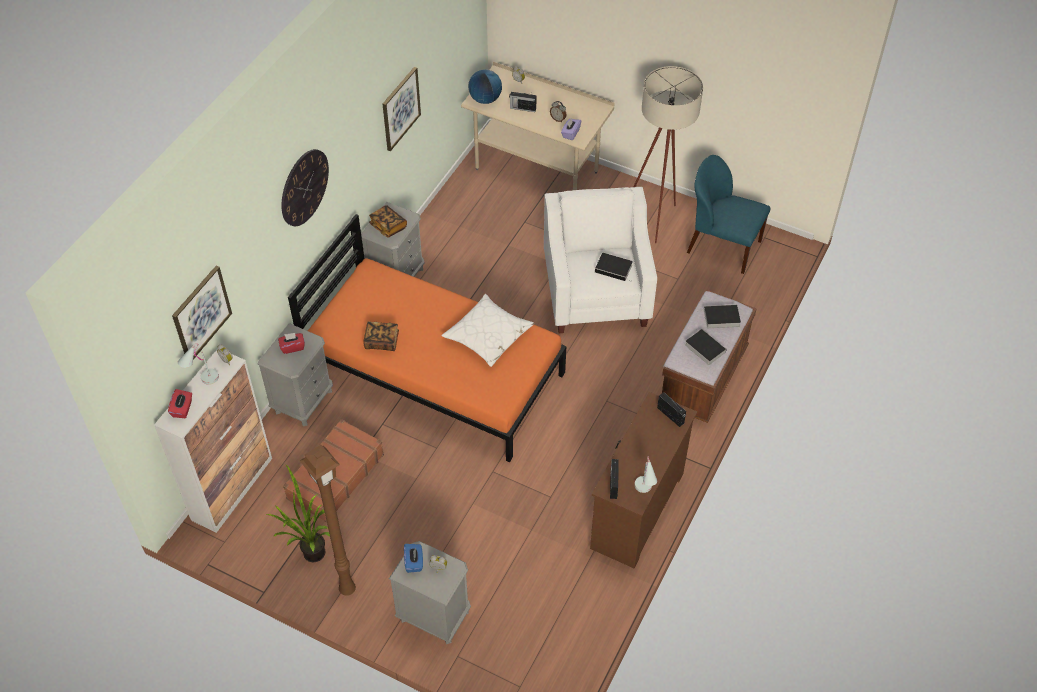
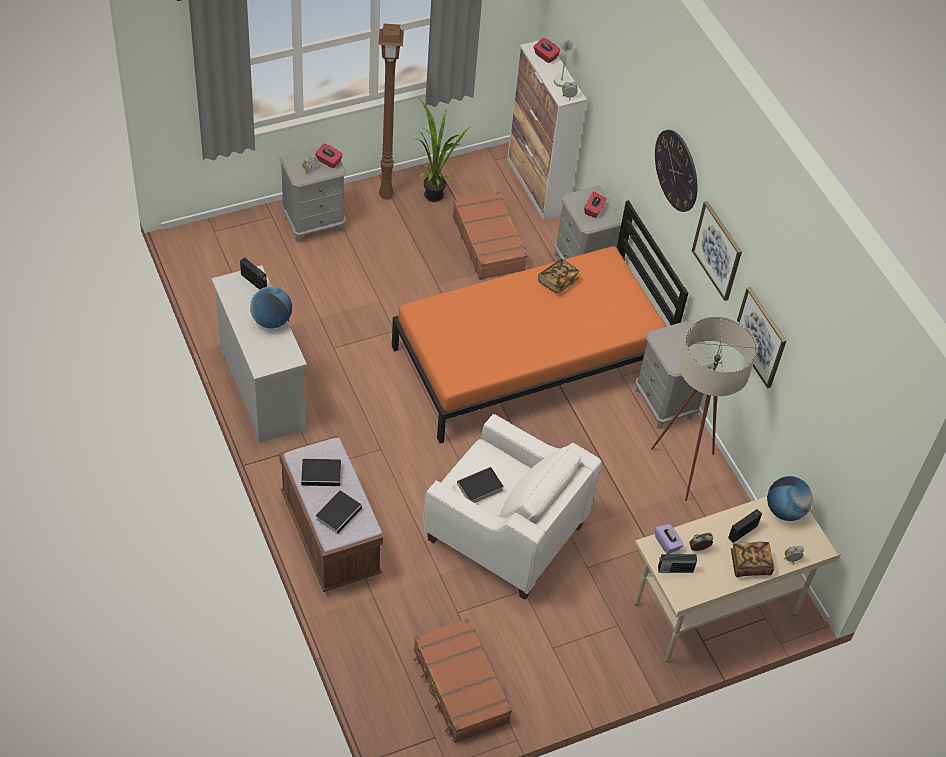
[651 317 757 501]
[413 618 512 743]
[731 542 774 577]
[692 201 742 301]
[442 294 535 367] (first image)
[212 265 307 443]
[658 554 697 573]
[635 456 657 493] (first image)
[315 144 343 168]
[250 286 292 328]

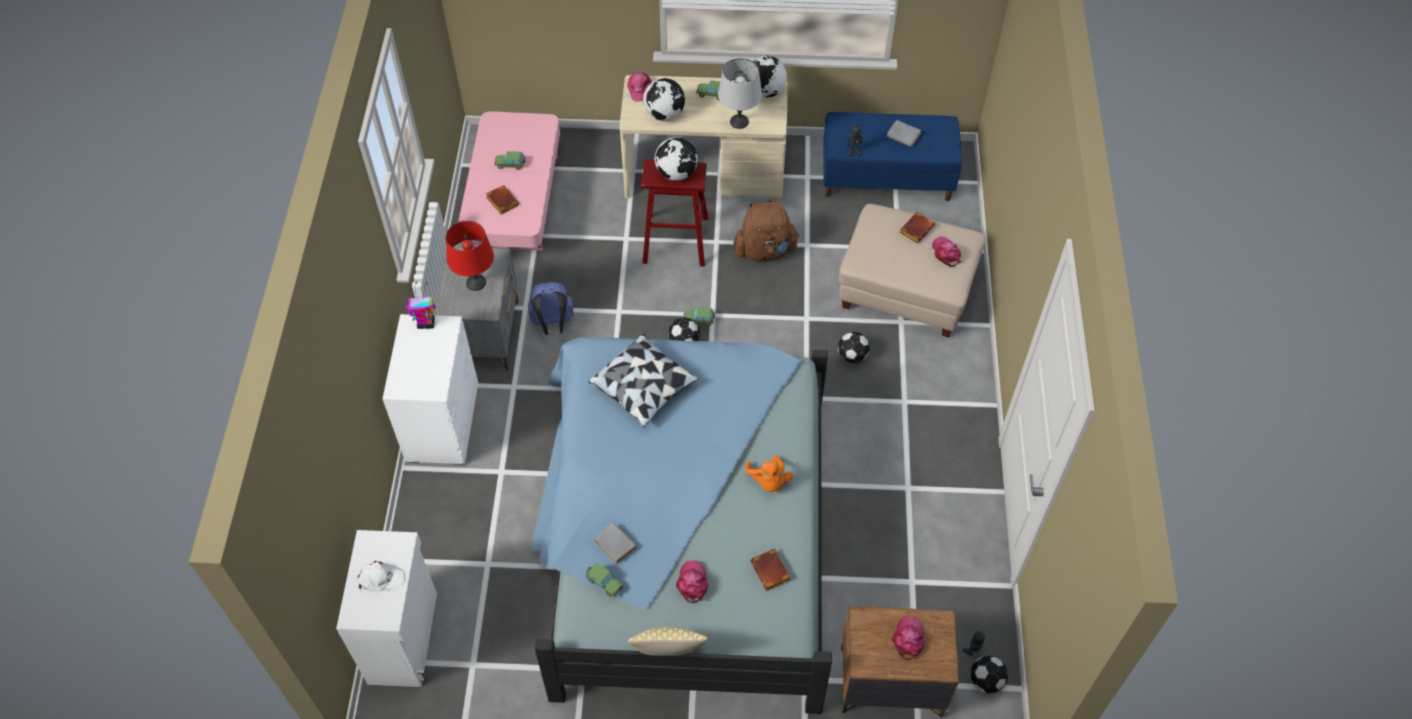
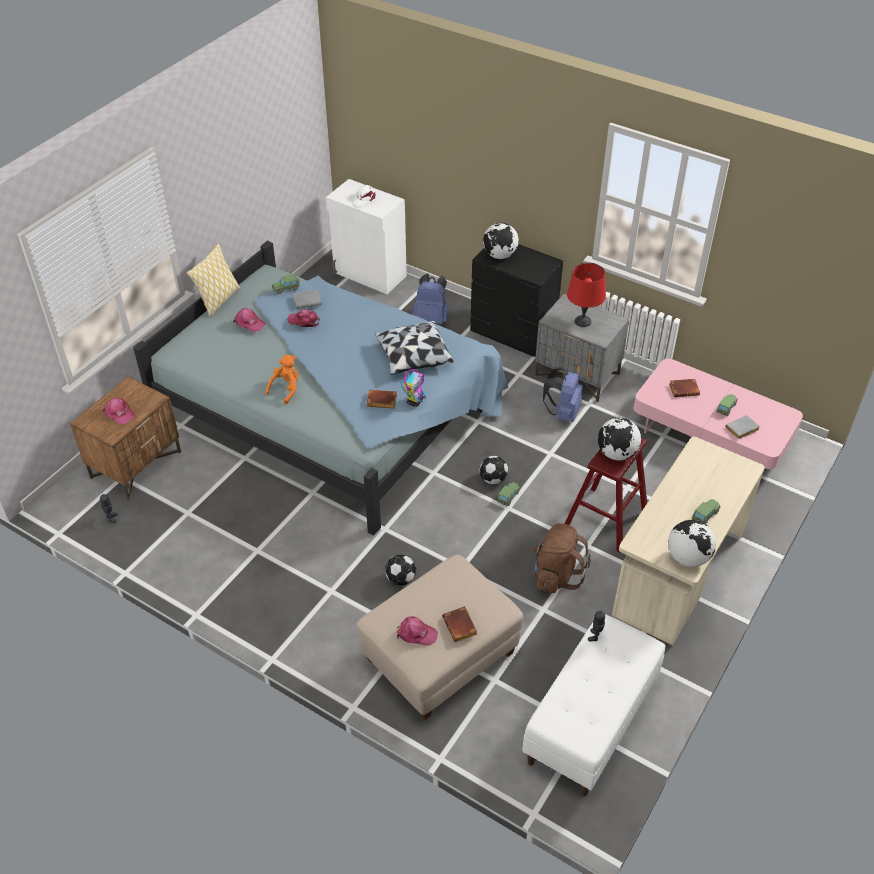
[718 58 762 129] (first image)
[287 309 320 327]
[483 223 519 259]
[522 614 665 796]
[725 415 760 439]
[401 369 429 407]
[470 244 563 357]
[265 355 299 404]
[367 390 397 408]
[970 656 1008 693] (first image)
[413 273 449 324]

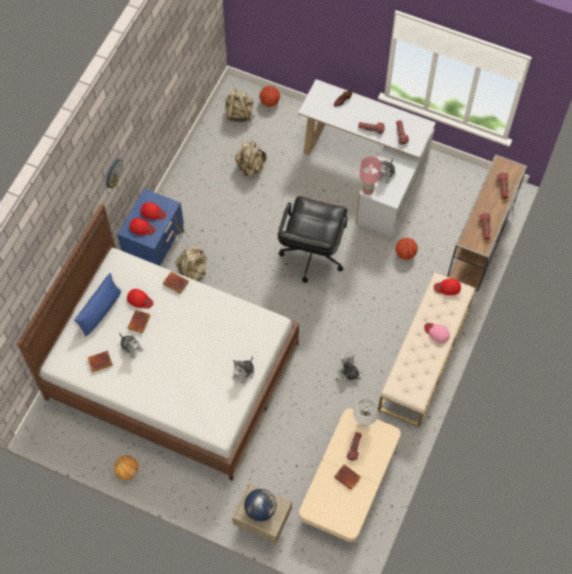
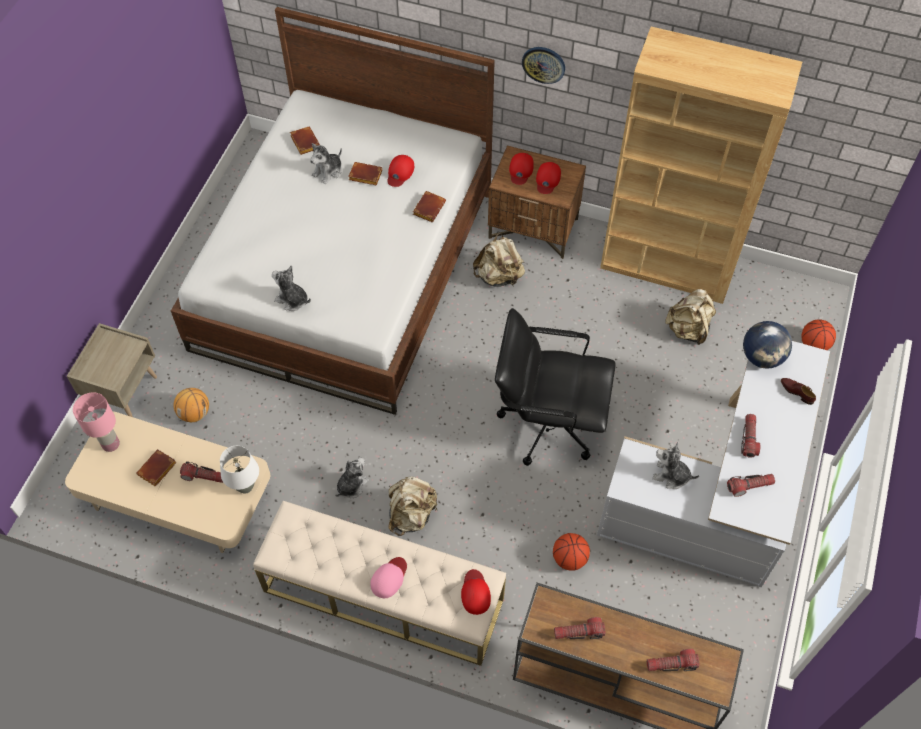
[388 476 437 536]
[73 392 120 452]
[488 145 586 259]
[72 273 122 338] (first image)
[173 388 209 422]
[743 321 792 368]
[600 26 802 304]

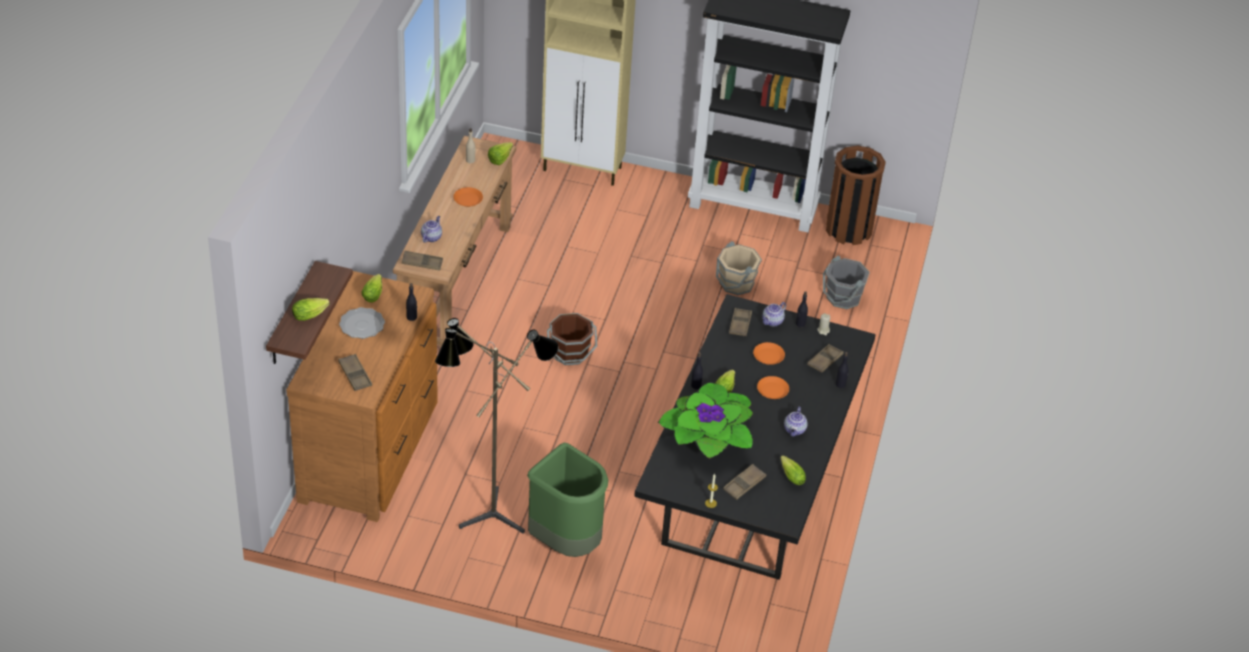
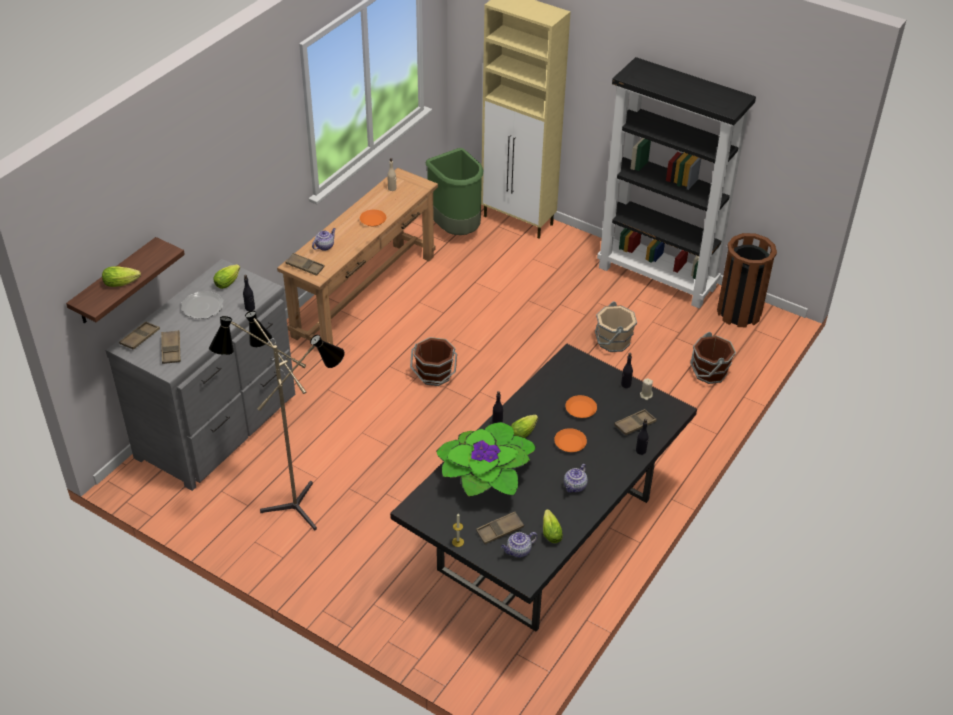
[488 142 513 165] (first image)
[690 332 736 384]
[106 259 295 491]
[501 532 538 557]
[119 322 160 350]
[426 148 484 235]

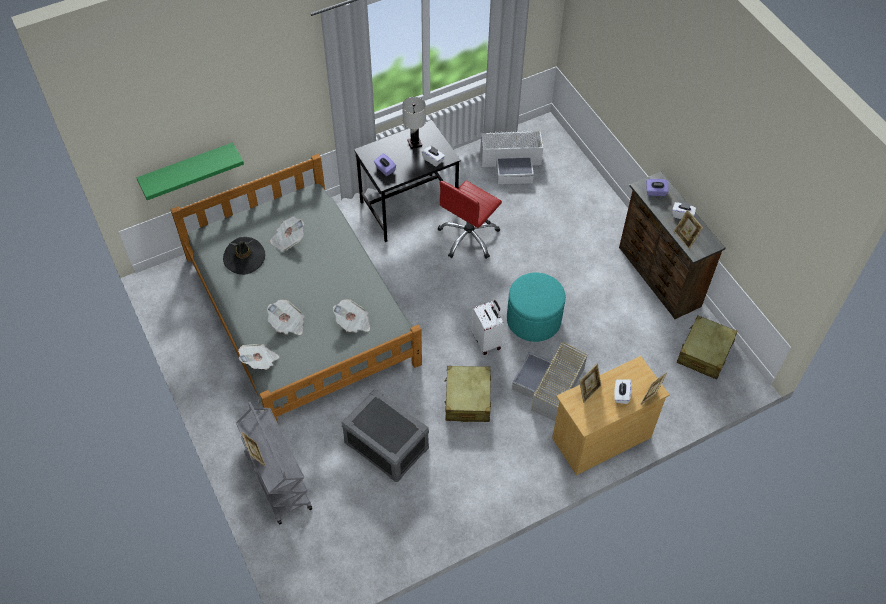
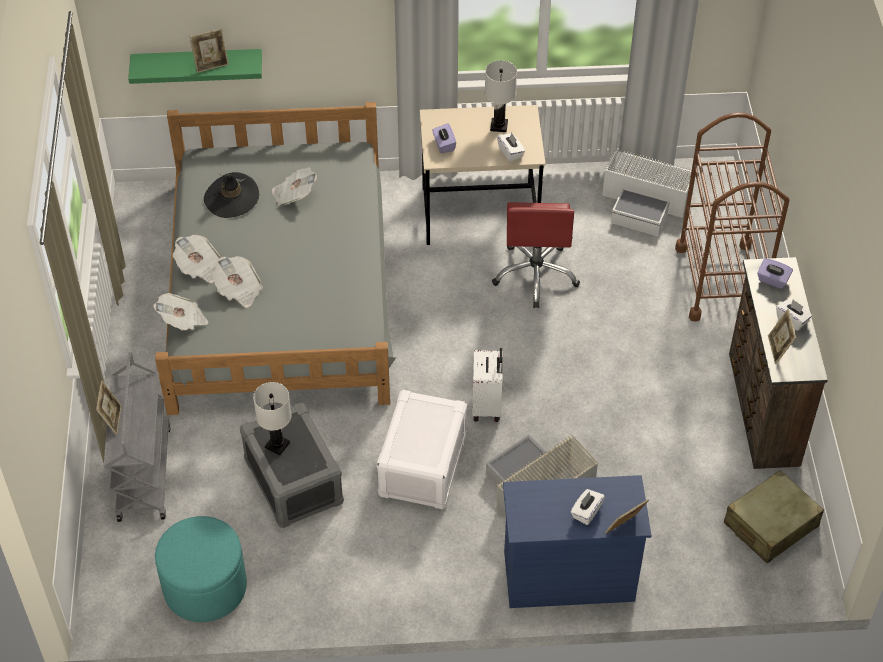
[420 105 546 245]
[492 202 580 308]
[155 516 247 622]
[173 235 220 283]
[503 475 652 608]
[190 29 229 73]
[377 390 467 509]
[675 112 789 322]
[253 382 291 455]

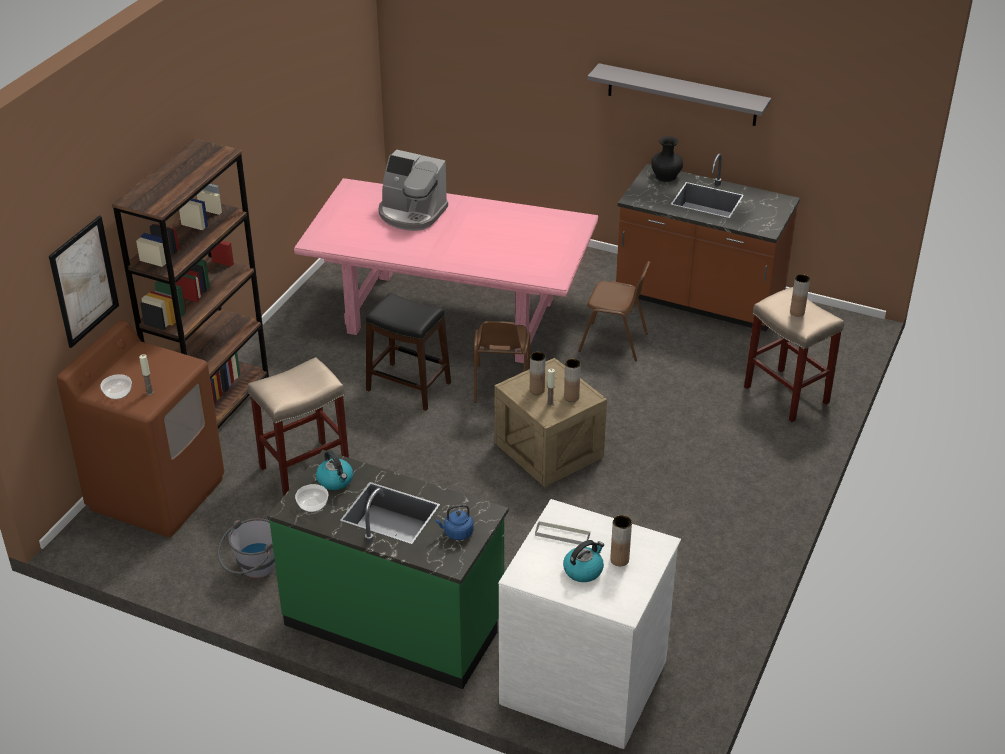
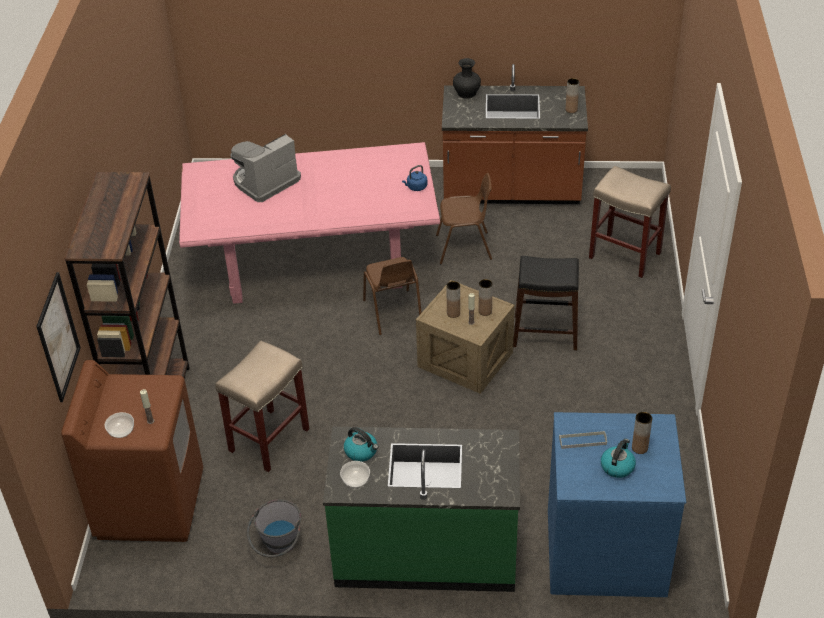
[587 63 771 126] (first image)
[231 134 301 202]
[566 78 579 113]
[513 256 579 350]
[548 412 686 597]
[402 165 428 191]

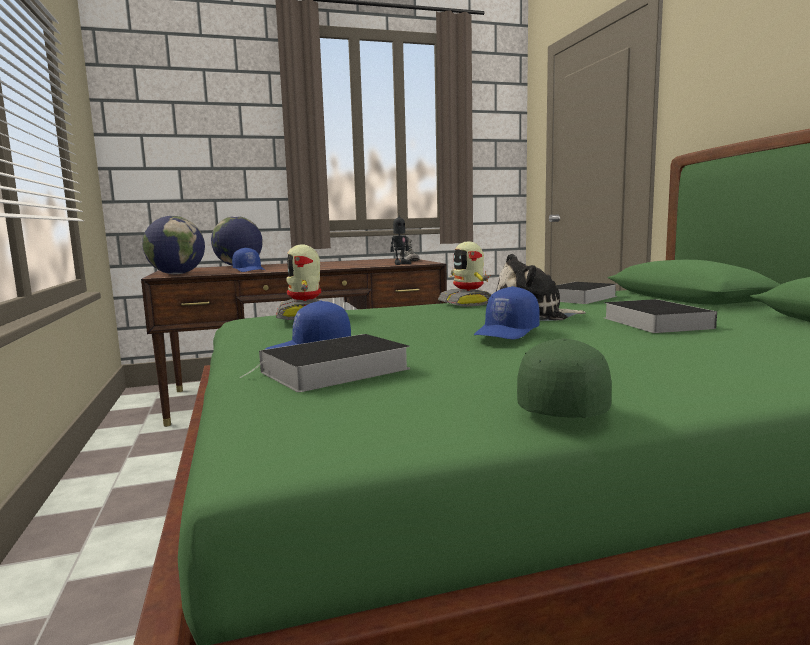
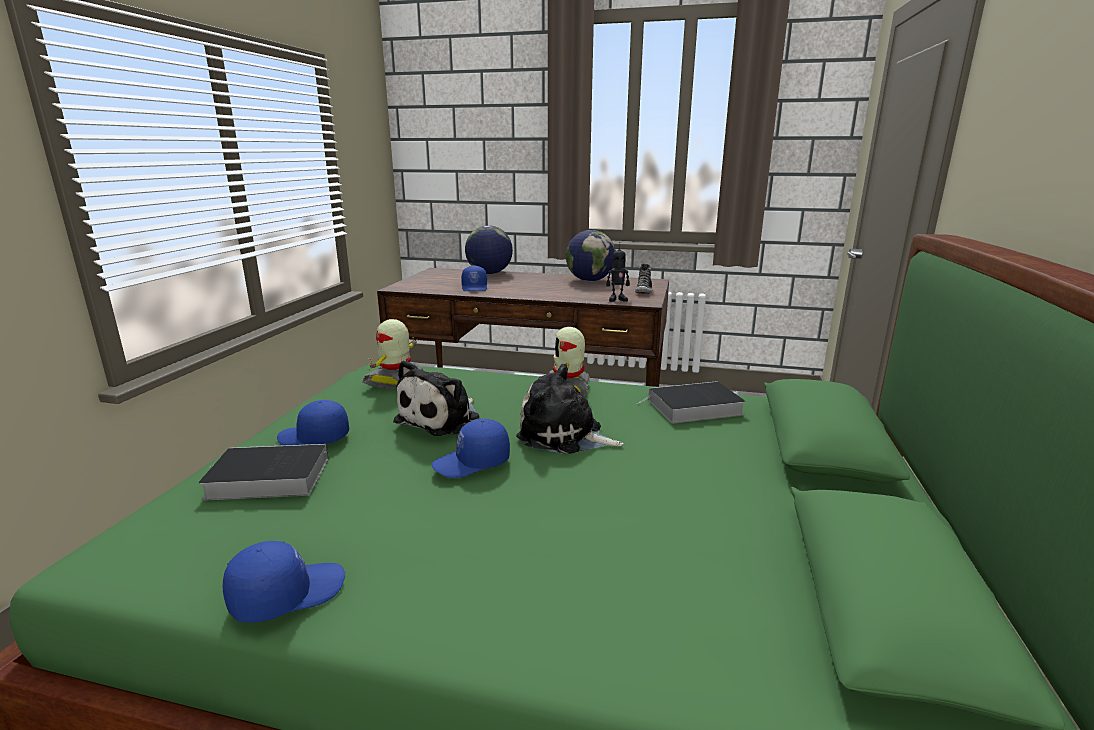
[566 230 616 281]
[604 299 717 333] (first image)
[223 541 345 623]
[393 360 479 436]

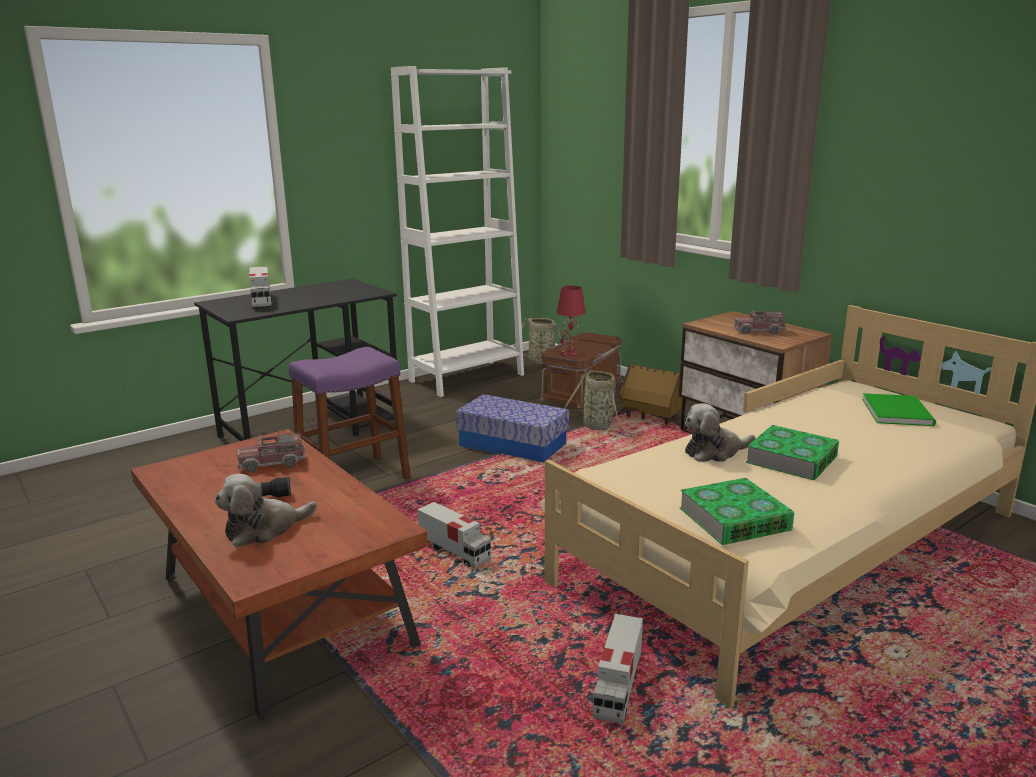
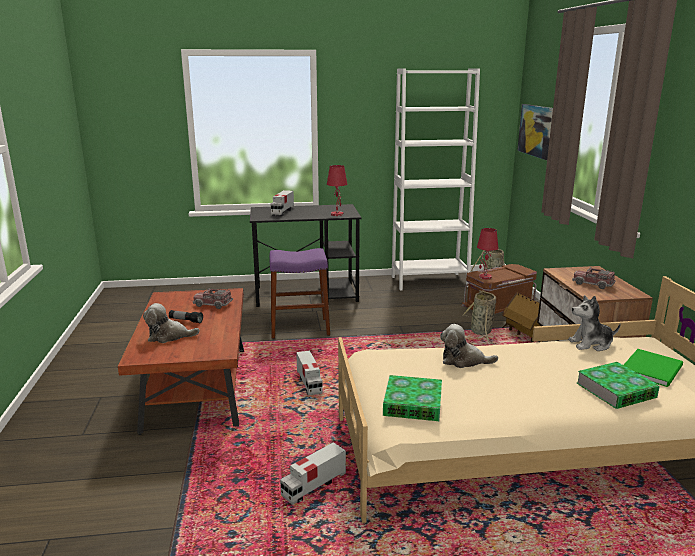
[456 394 569 463] (first image)
[577 362 660 409]
[517 104 553 160]
[327 165 347 216]
[568 295 621 351]

